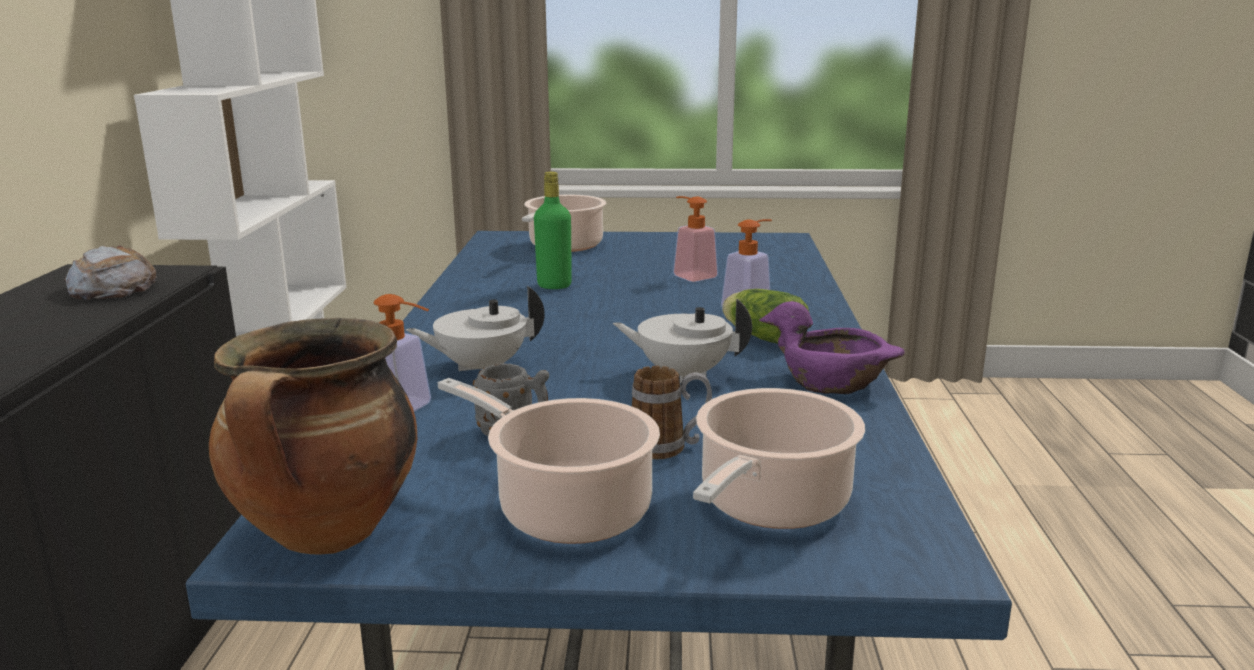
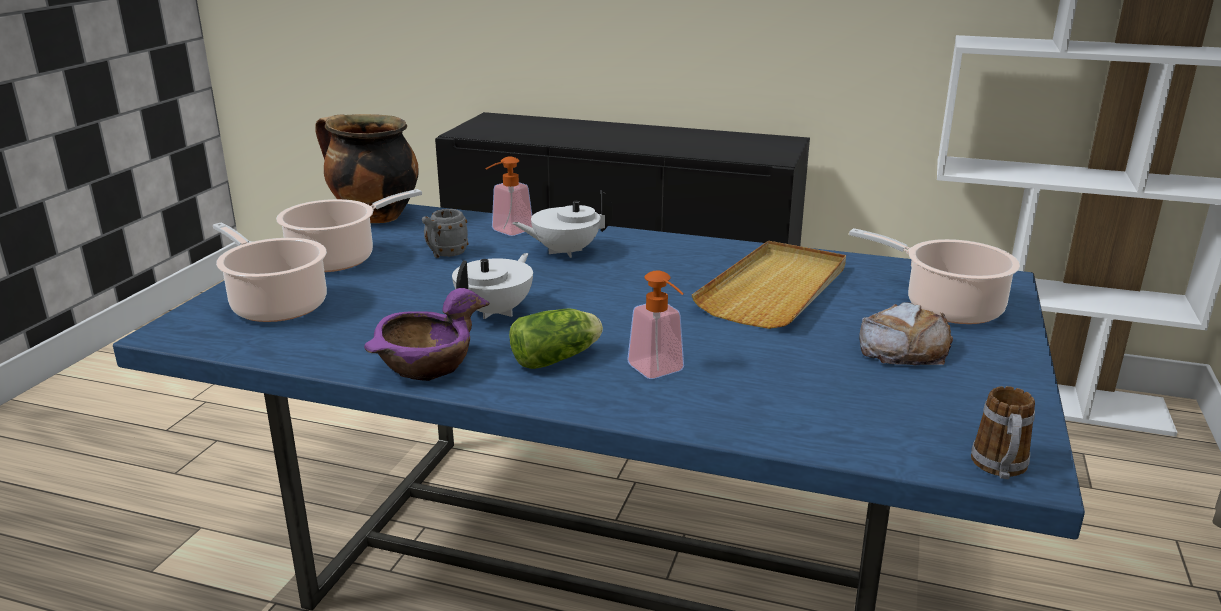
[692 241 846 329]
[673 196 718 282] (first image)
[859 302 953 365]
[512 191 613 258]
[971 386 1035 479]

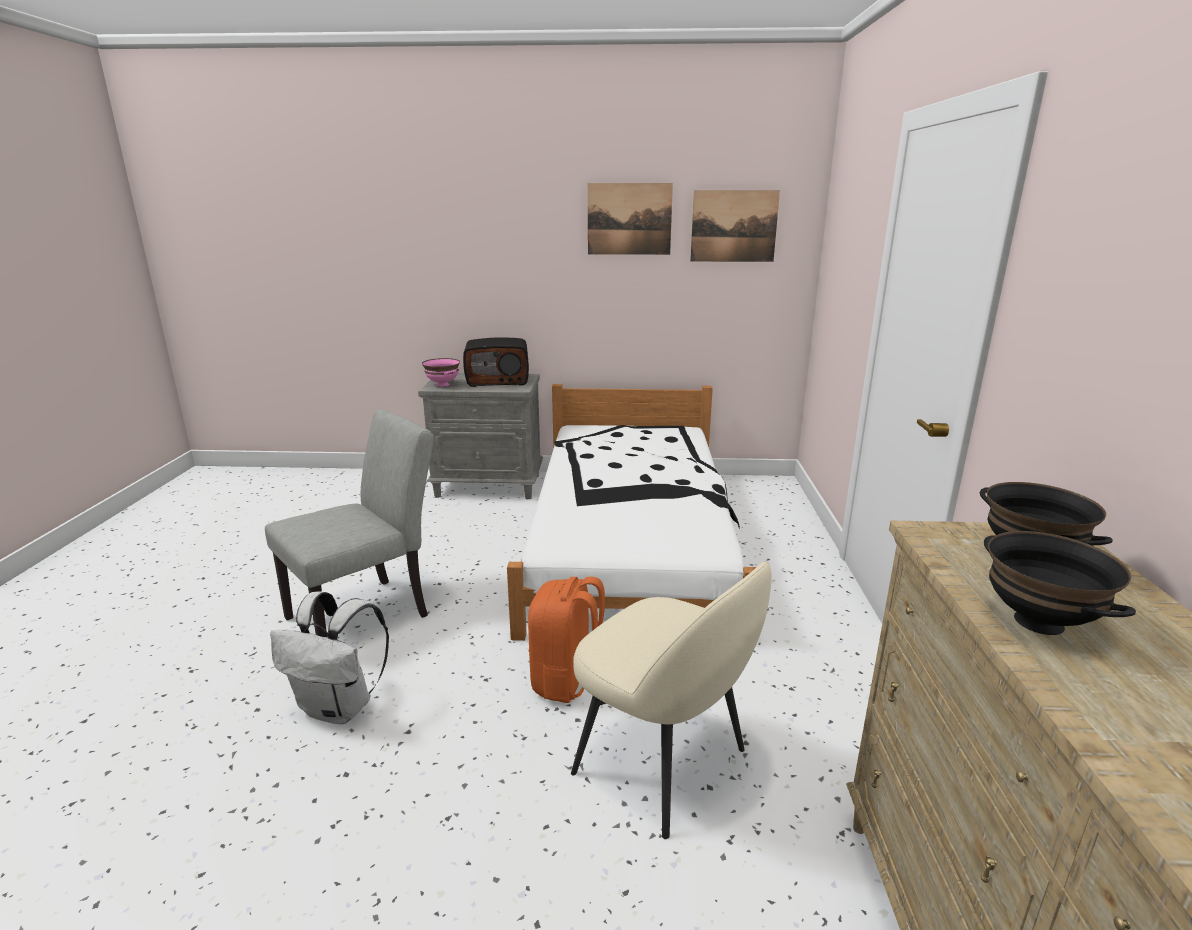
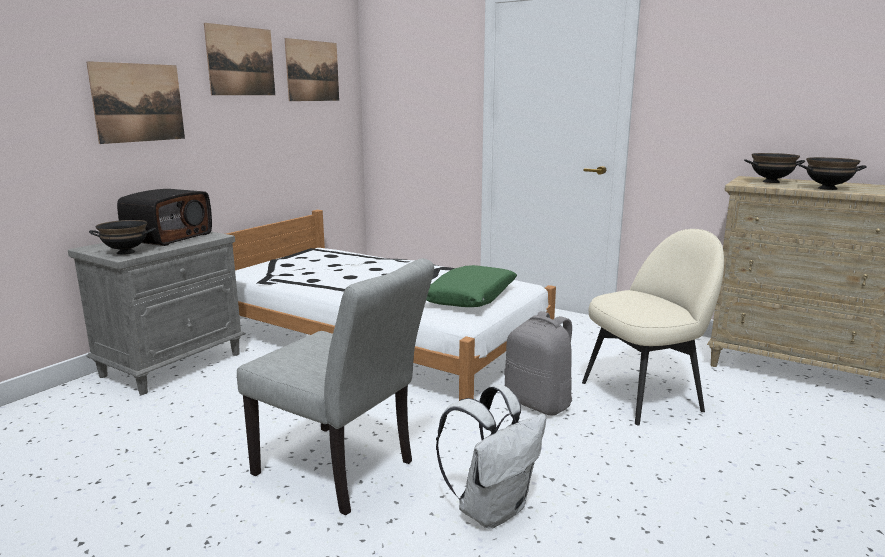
[89 220 156 255]
[237 258 434 515]
[504 311 573 416]
[86 61 185 144]
[426 265 517 307]

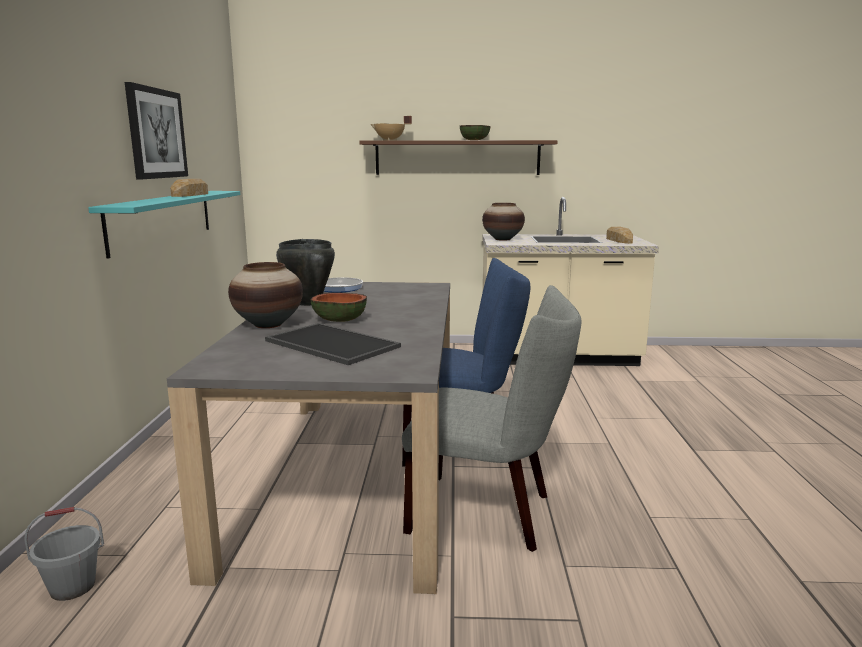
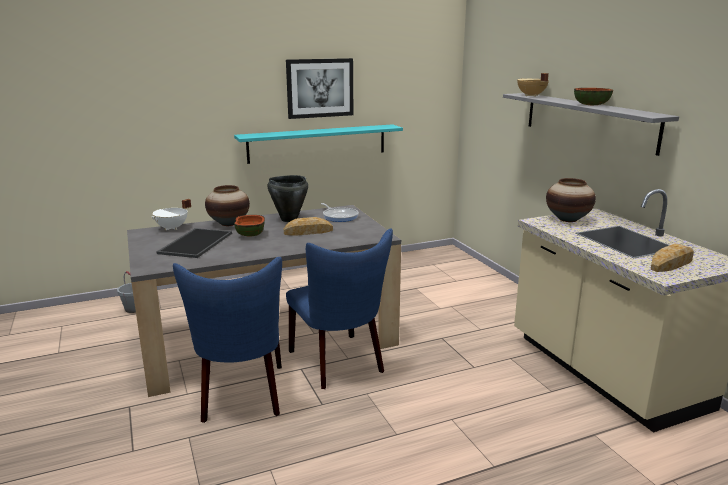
[503 93 679 156]
[284 217 333 236]
[173 257 282 423]
[152 199 191 230]

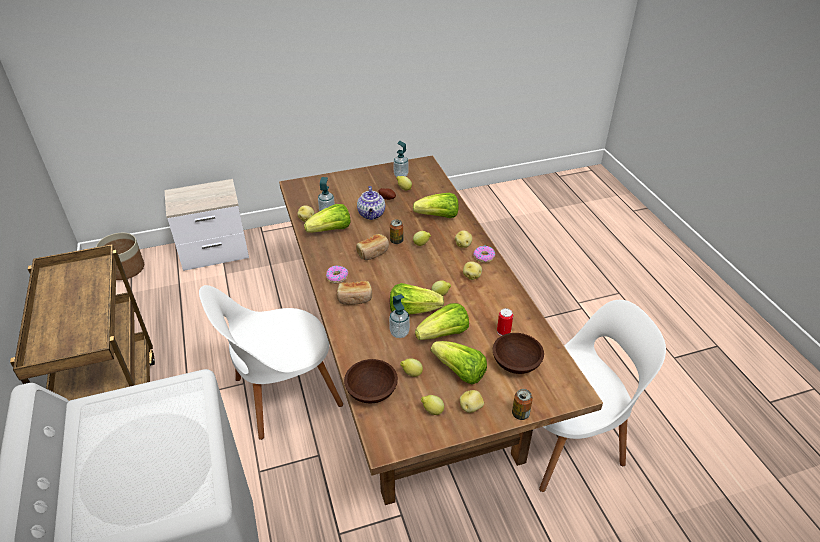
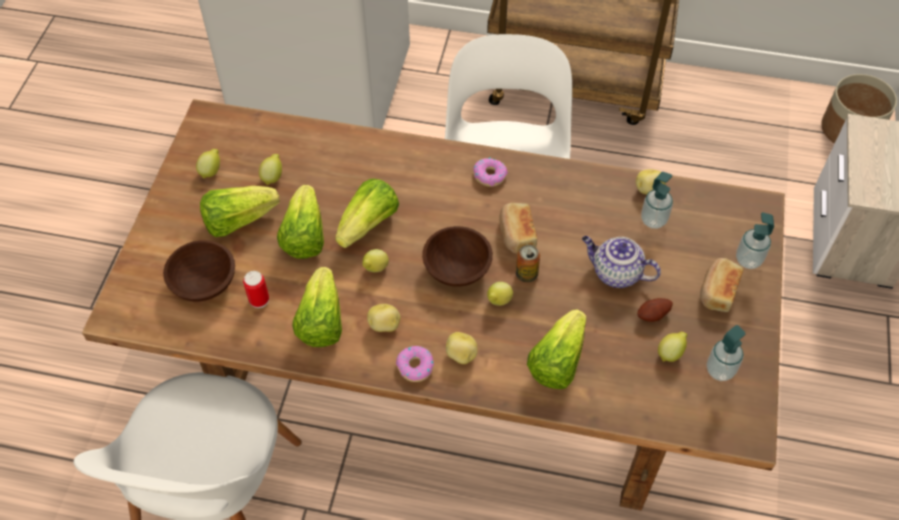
[292 267 342 347]
[700 258 744 312]
[736 212 774 269]
[422 226 493 287]
[512 389 533 420] (first image)
[460 390 484 413] (first image)

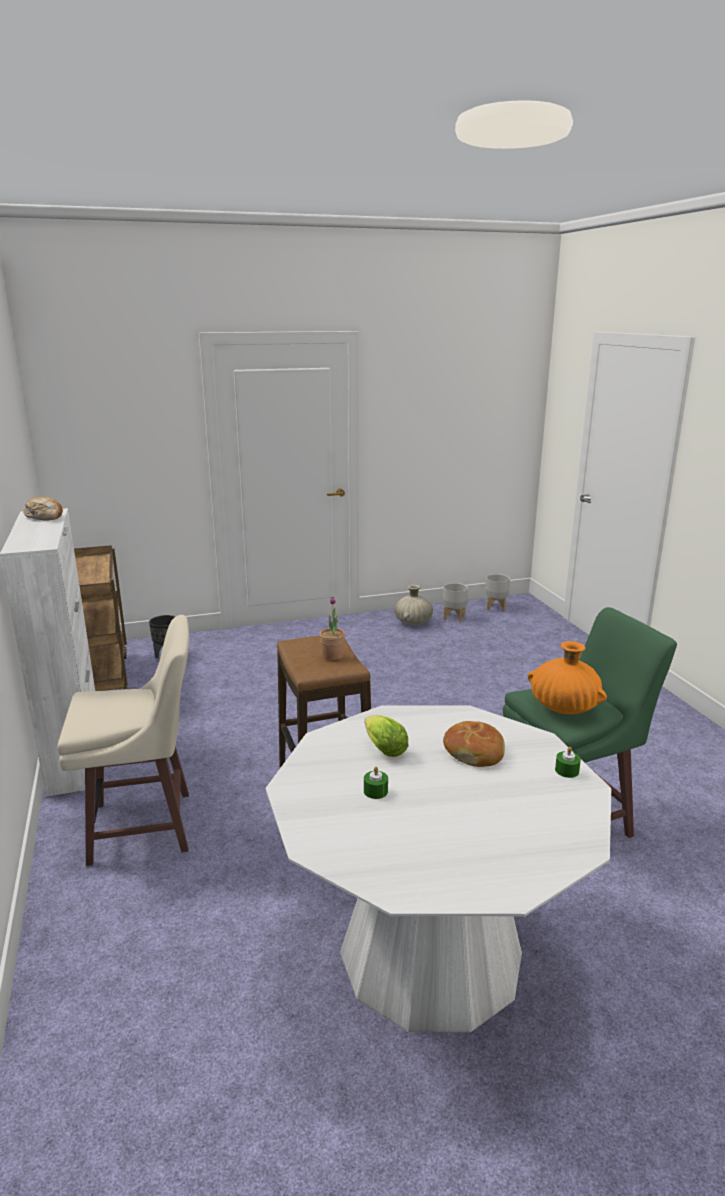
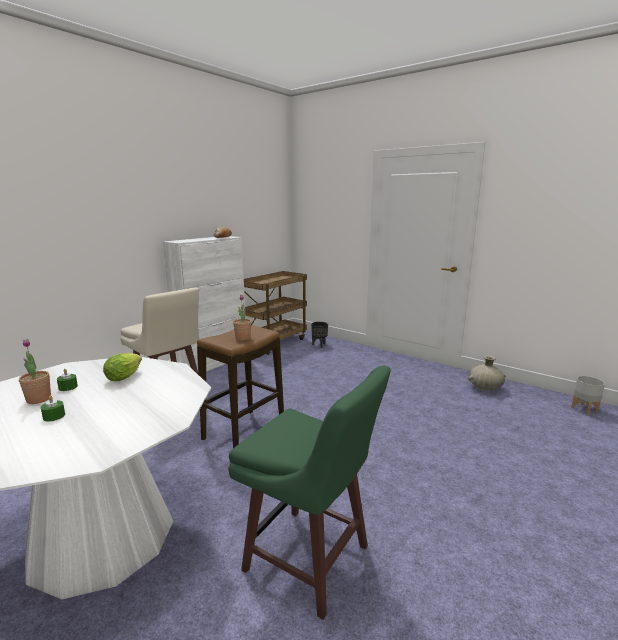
[443 583 468 622] (first image)
[528 641 607 714] (first image)
[443 721 505 767] (first image)
[41 395 65 421]
[19 339 51 404]

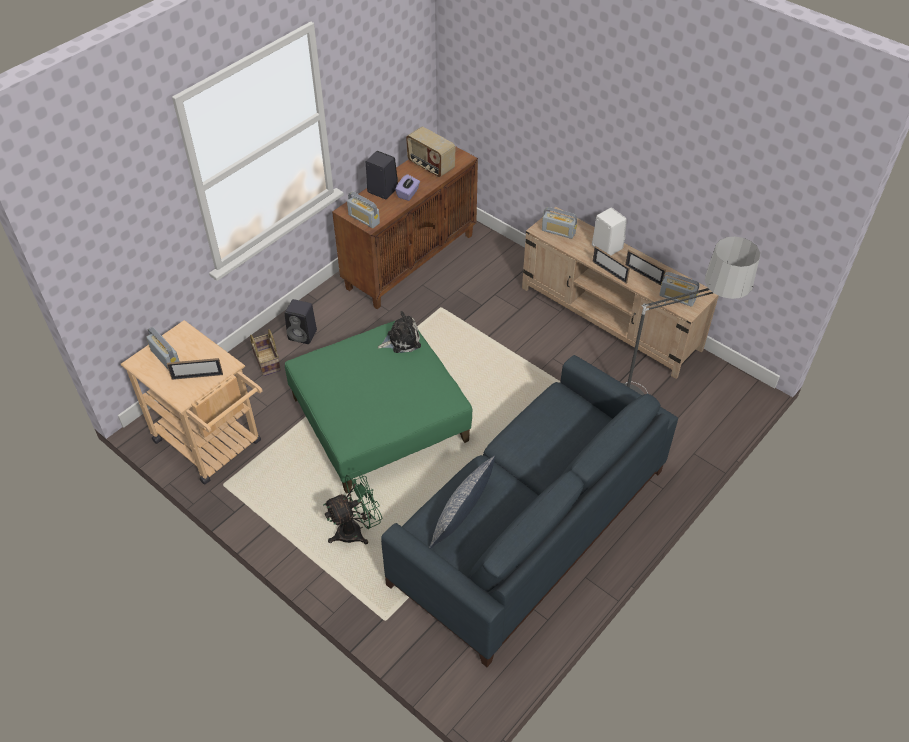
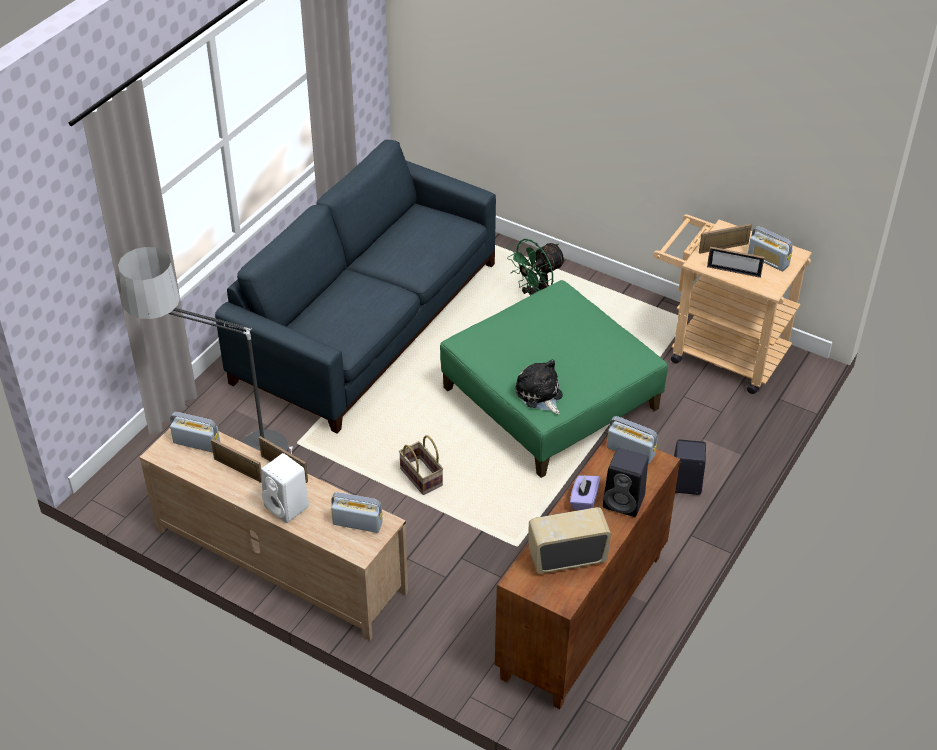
[528 507 611 574]
[515 359 563 414]
[399 435 444 495]
[429 456 495 549] (first image)
[707 247 764 278]

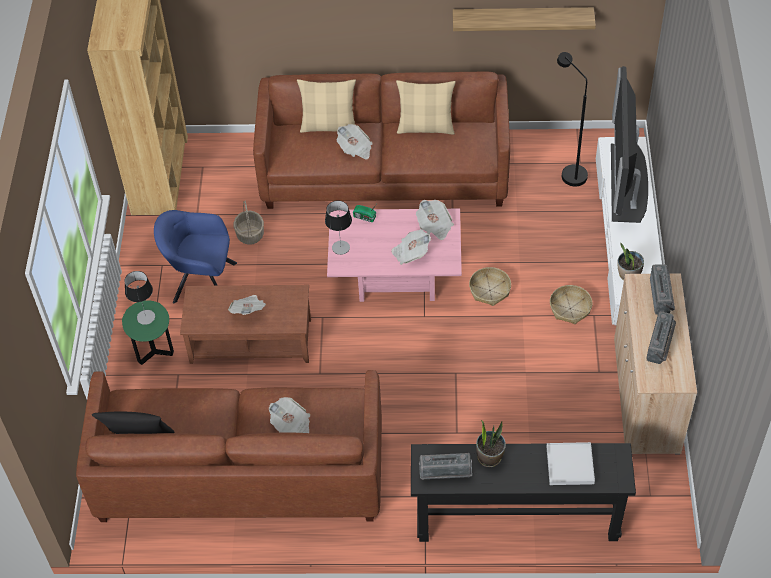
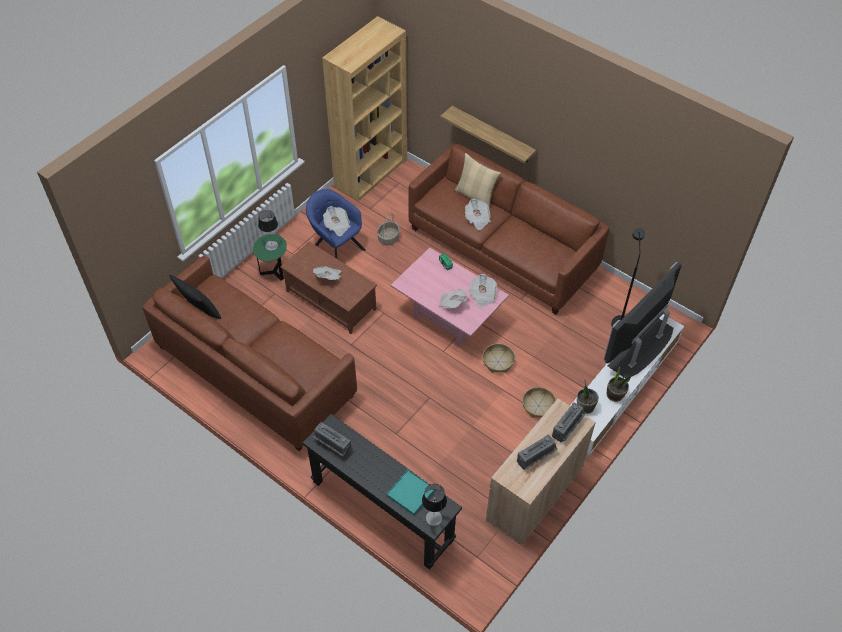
[440 106 536 163]
[396 80 456 135] (first image)
[422 484 447 526]
[323 206 351 236]
[607 366 632 402]
[387 470 435 515]

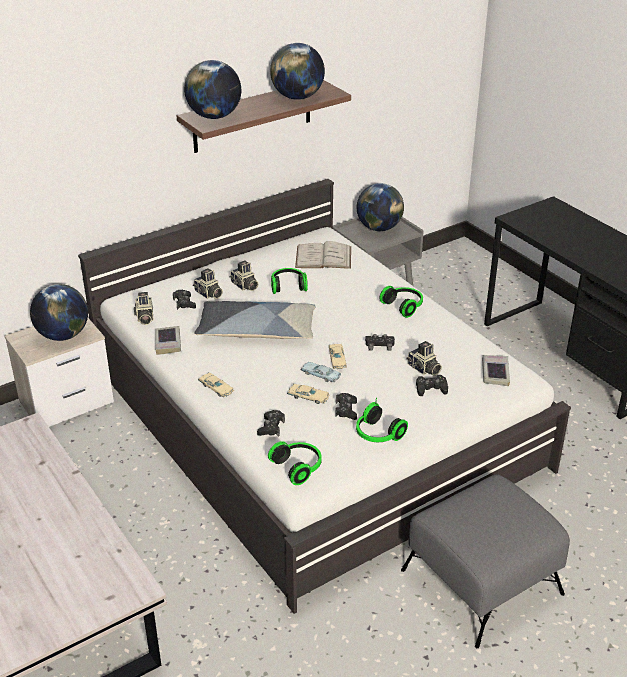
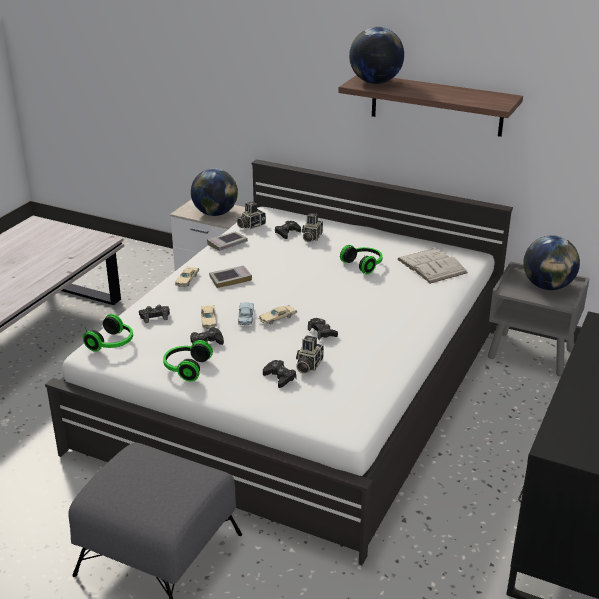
[270 43 325 100] (first image)
[230 260 258 291] (first image)
[379 286 423 318] (first image)
[194 301 316 339] (first image)
[209 265 252 288]

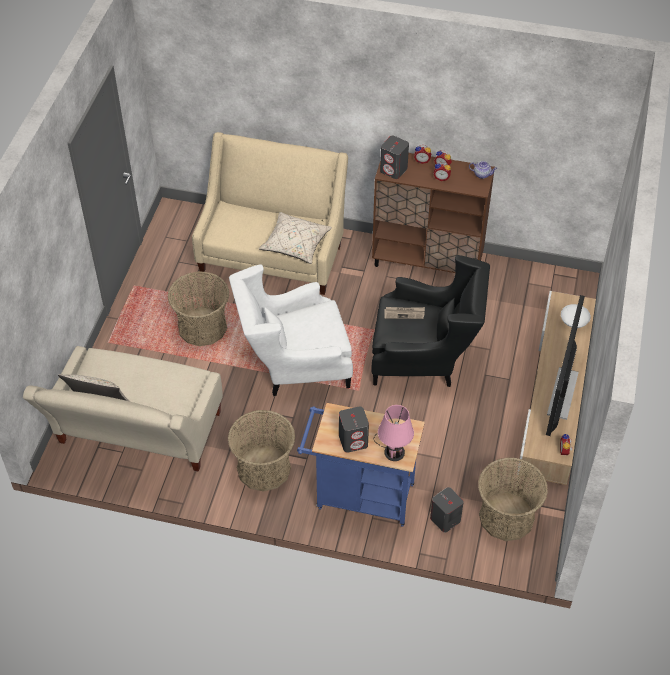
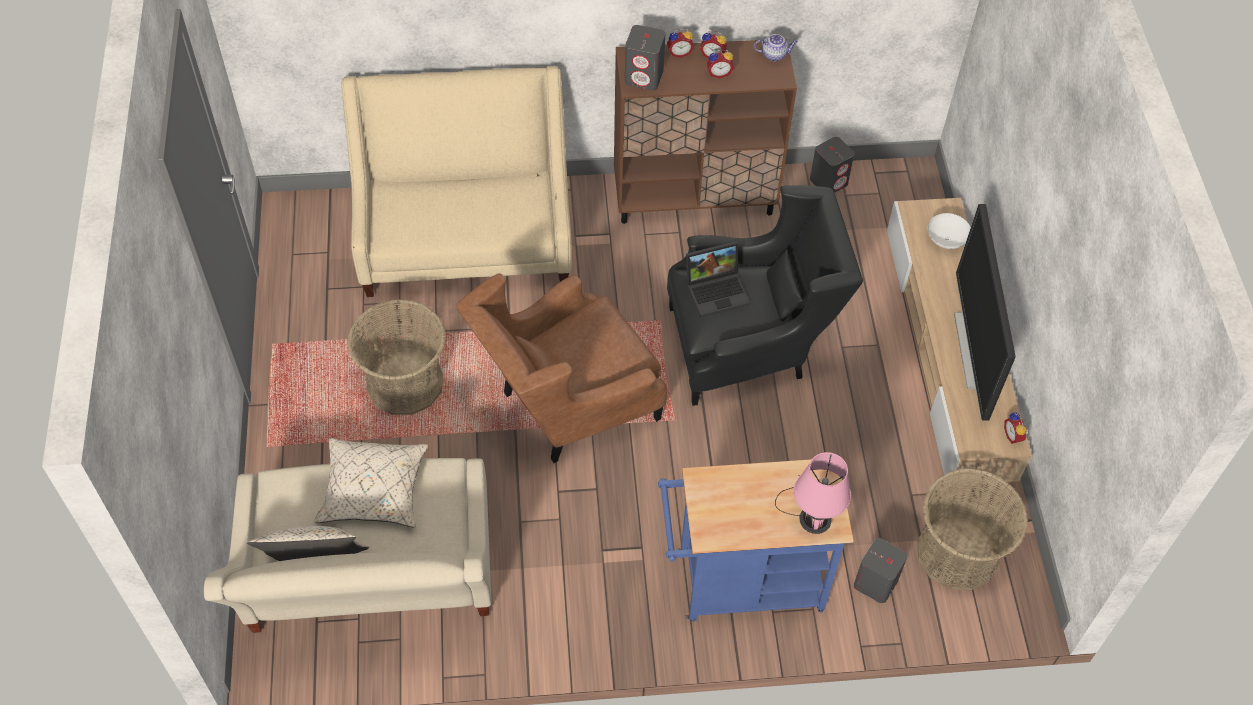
[314 438 428 528]
[456 273 667 463]
[686 241 750 318]
[810 137 854 193]
[228 410 295 492] (first image)

